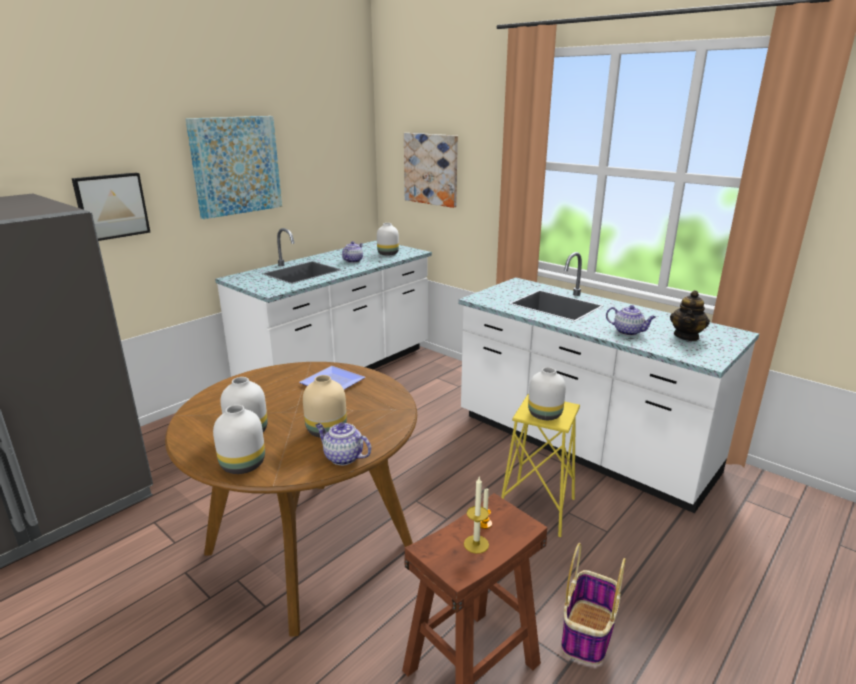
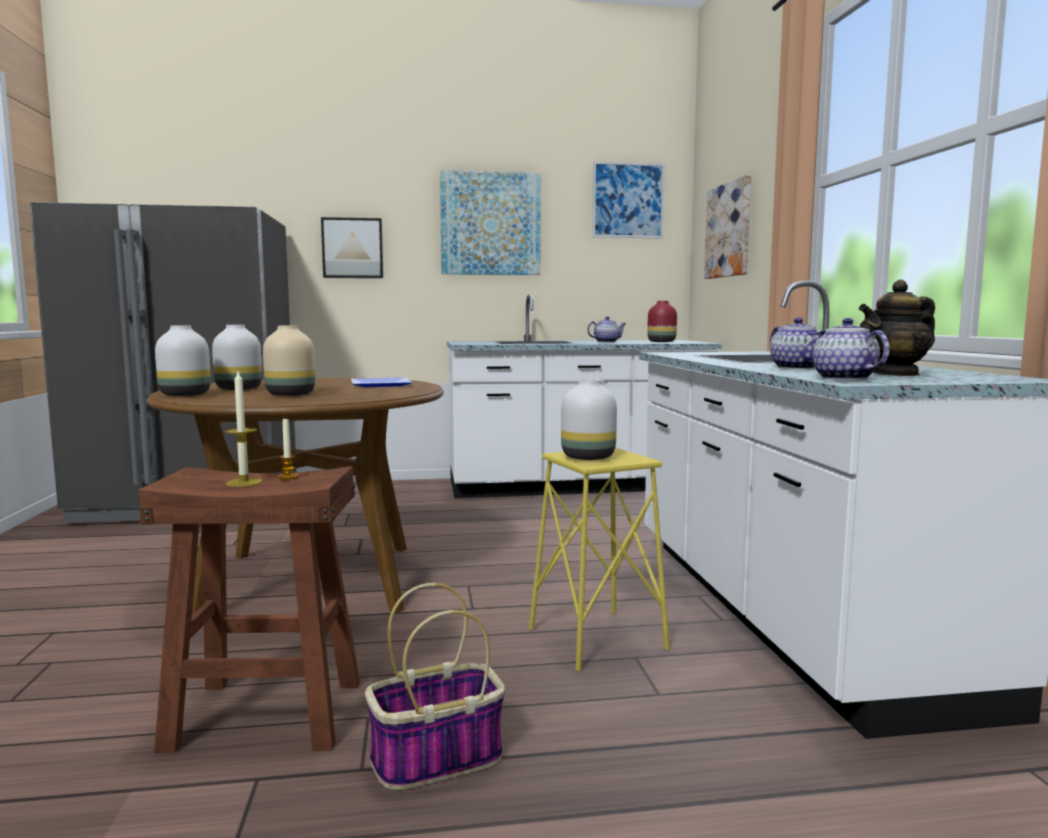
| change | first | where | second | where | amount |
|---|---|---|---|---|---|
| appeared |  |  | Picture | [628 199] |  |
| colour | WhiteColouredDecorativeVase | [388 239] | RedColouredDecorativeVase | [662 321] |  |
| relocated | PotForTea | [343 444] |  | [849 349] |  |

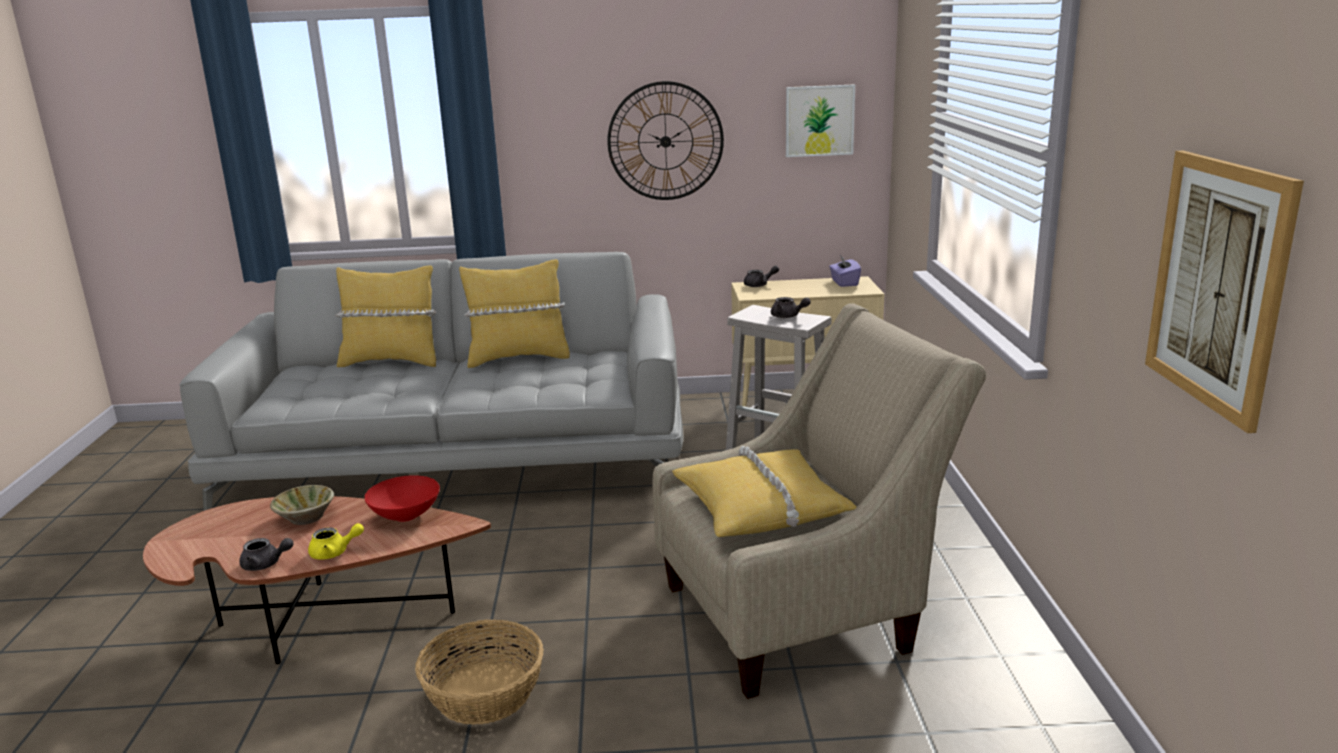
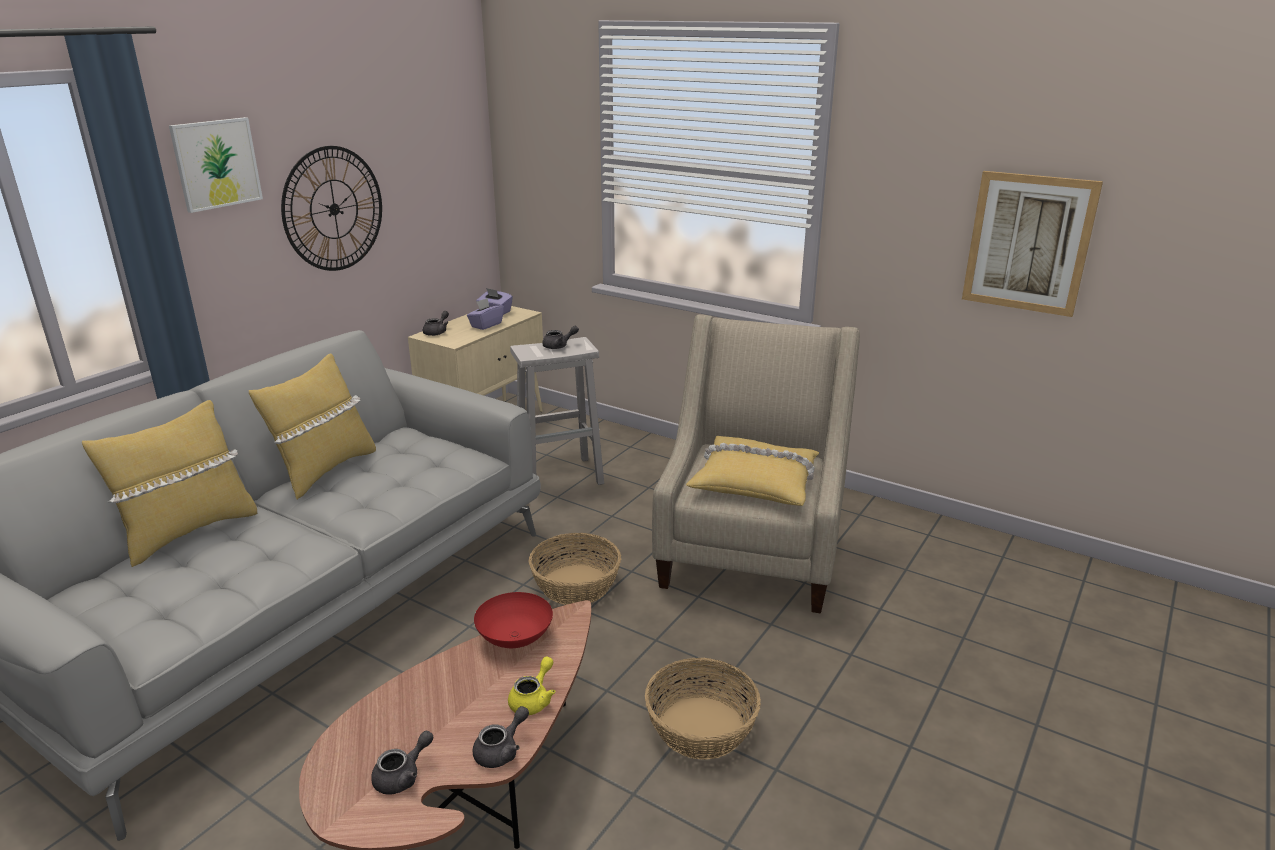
| change | first | where | second | where | amount |
|---|---|---|---|---|---|
| relocated | Picture | [820 121] |  | [216 165] |  |
| appeared |  |  | GreyishPotForTea | [402 763] |  |
| appeared |  |  | PurpleBoxOfTissues | [485 314] |  |
| appeared |  |  | HouseholdBasket | [574 569] |  |
| missing | BeigeServingBowl | [302 505] |  |  |  |

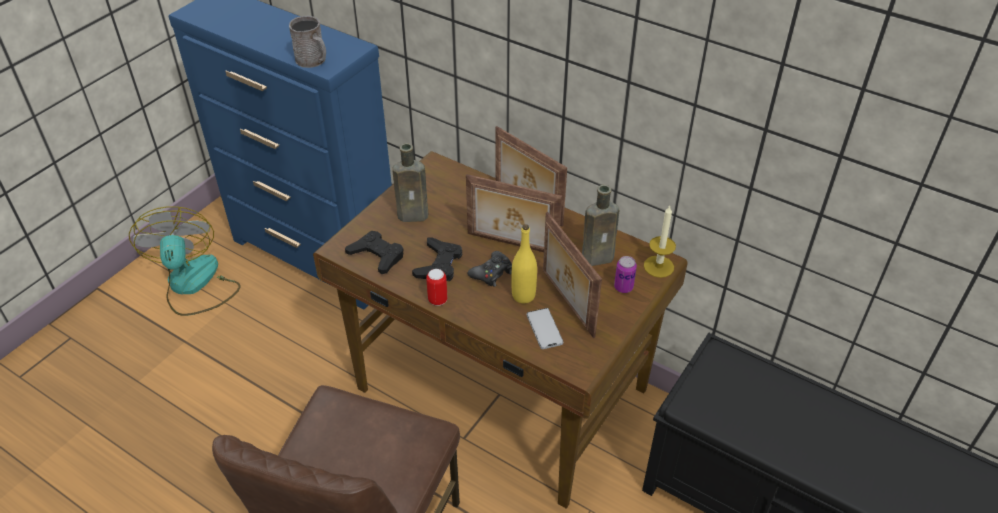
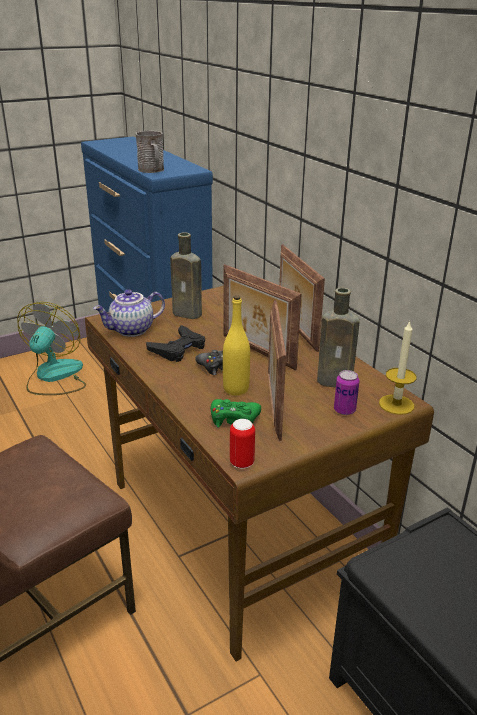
| change | first | where | second | where | amount |
|---|---|---|---|---|---|
| exchanged | BlackJoypad | [374 252] | PotForTea | [129 313] |  |
| exchanged | Telephone | [545 328] | GreenColouredJoypad | [236 413] |  |
| relocated | Can | [437 287] |  | [242 444] |  |

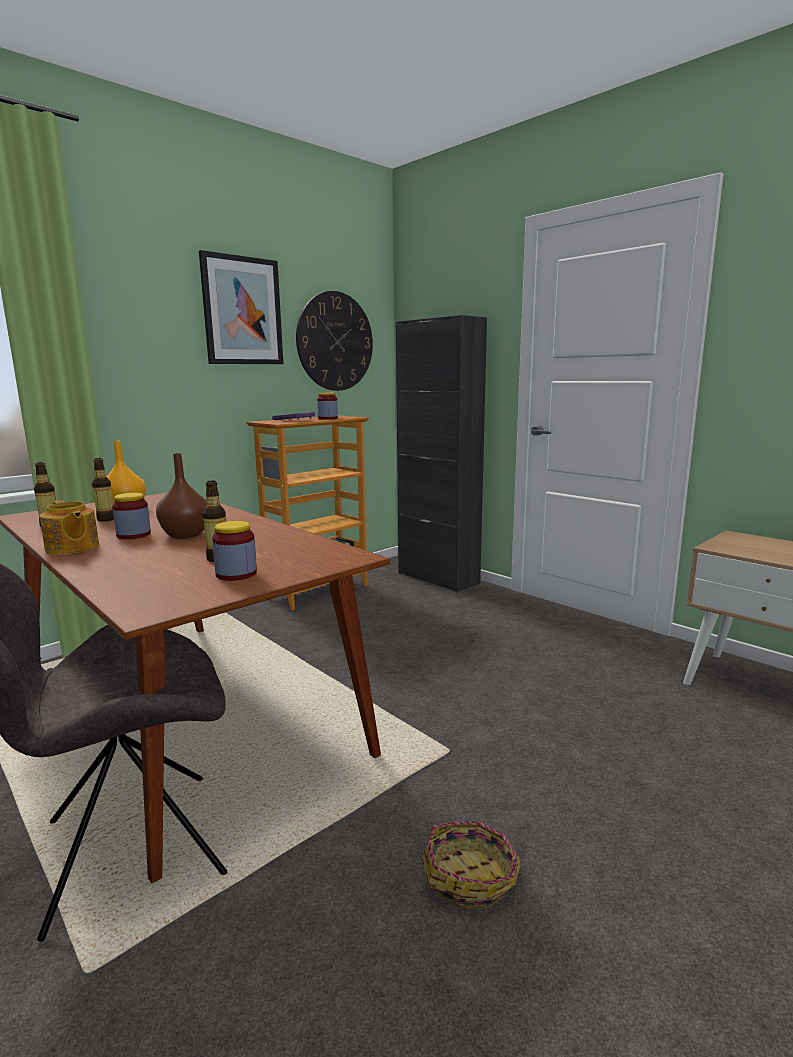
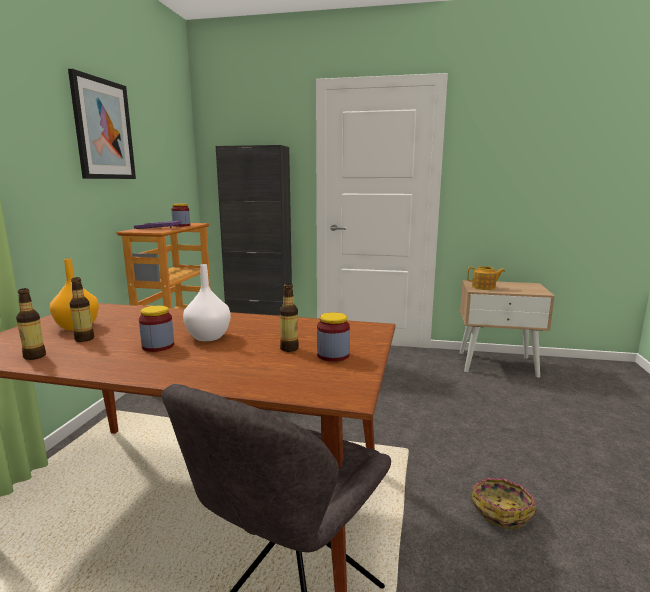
| change | first | where | second | where | amount |
|---|---|---|---|---|---|
| colour | BrownishDecorativeVase | [181 496] | WhiteColouredDecorativeVase | [207 302] |  |
| relocated | PotForTea | [69 527] |  | [486 278] |  |
| missing | HangingClock | [334 341] |  |  |  |

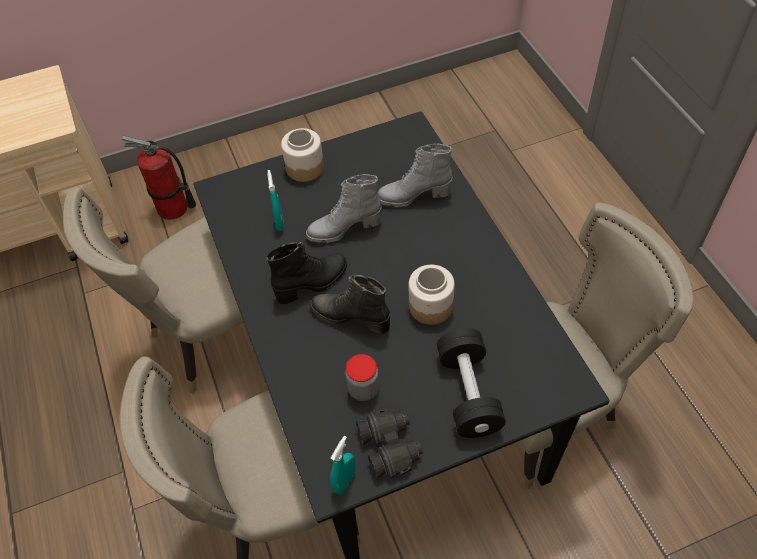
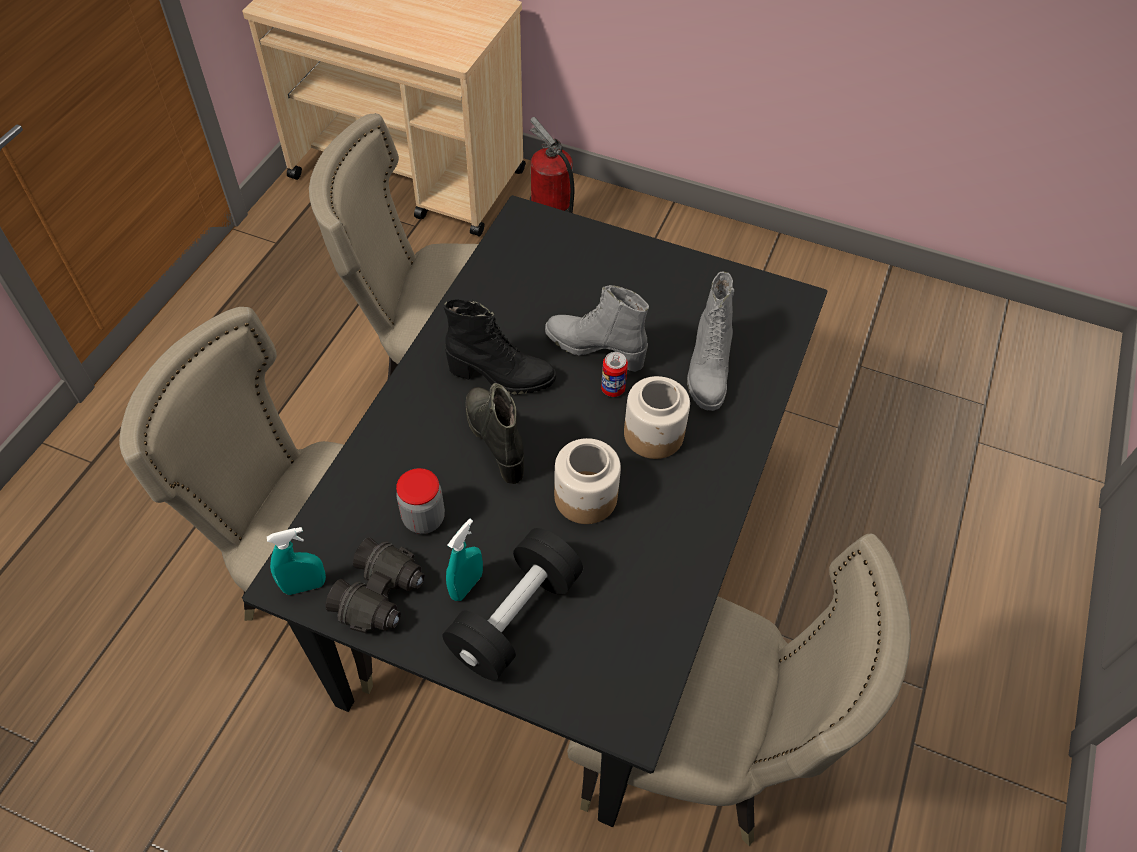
| change | first | where | second | where | amount |
|---|---|---|---|---|---|
| relocated | BlueGreenHandSprayer | [275 200] |  | [464 560] |  |
| appeared |  |  | Can | [614 374] |  |
| relocated | Jar | [302 155] |  | [657 417] |  |
| spun | GreyishBoot | [414 175] |  | [710 341] | 120 degrees counterclockwise |

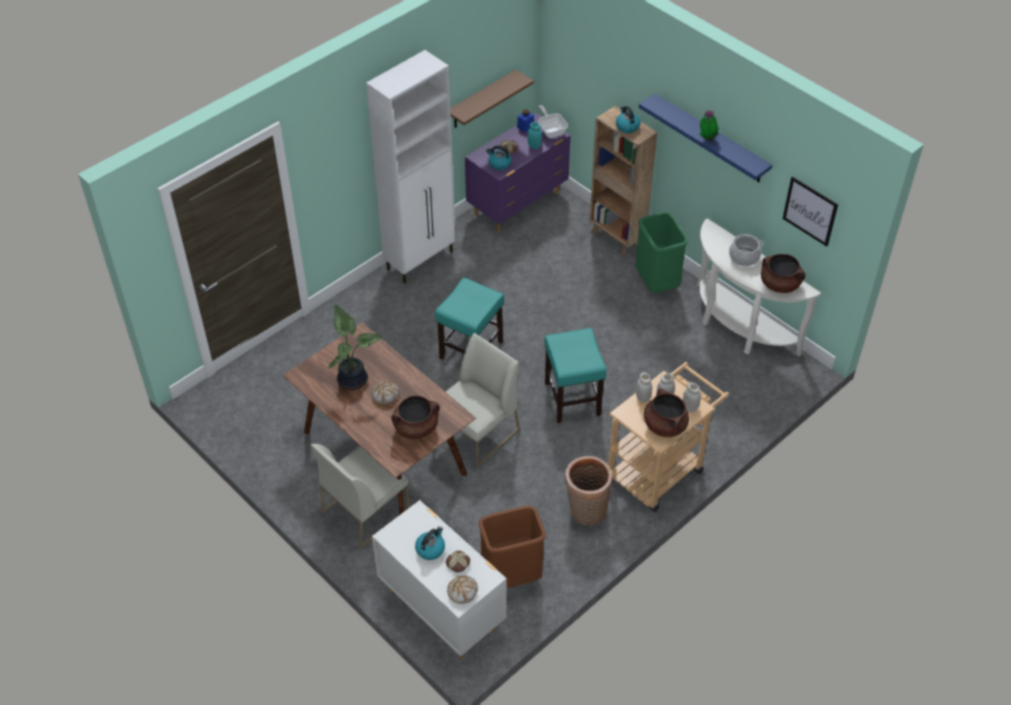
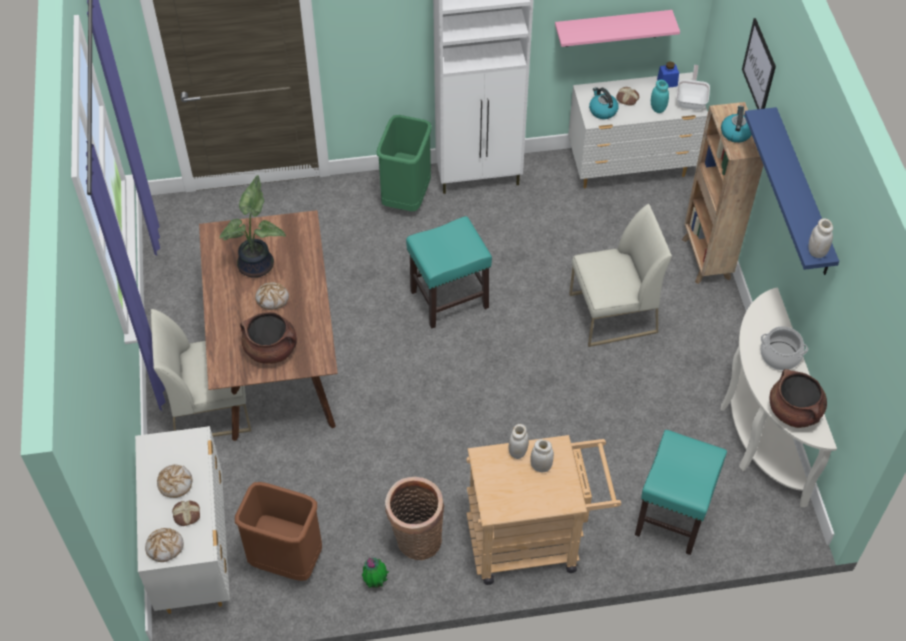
| change | first | where | second | where | amount |
|---|---|---|---|---|---|
| exchanged | TeaKettle | [430 543] | Bread | [174 481] |  |
| relocated | PottedPlant | [709 125] |  | [375 573] |  |
| relocated | GreenColouredTrashCan | [662 252] |  | [404 163] |  |
| colour | BrownishBracketShelf | [492 99] | PinkBracketShelf | [617 28] |  |
| colour | PurpleDresser | [518 173] | WhiteColouredDresser | [638 130] |  |
| relocated | WhiteColouredPlainChair | [482 400] |  | [620 275] |  |
| relocated | BlueGreenStool | [575 375] |  | [681 492] |  |
| relocated | Picture | [810 211] |  | [759 63] |  |
| relocated | WhiteColouredJar | [692 397] |  | [821 238] |  |
| missing | BrownishStockpot | [666 412] |  |  |  |

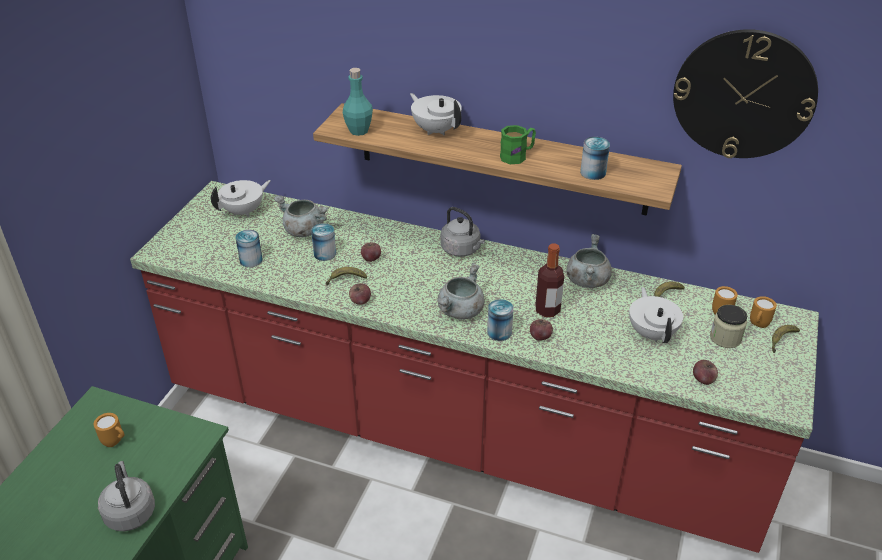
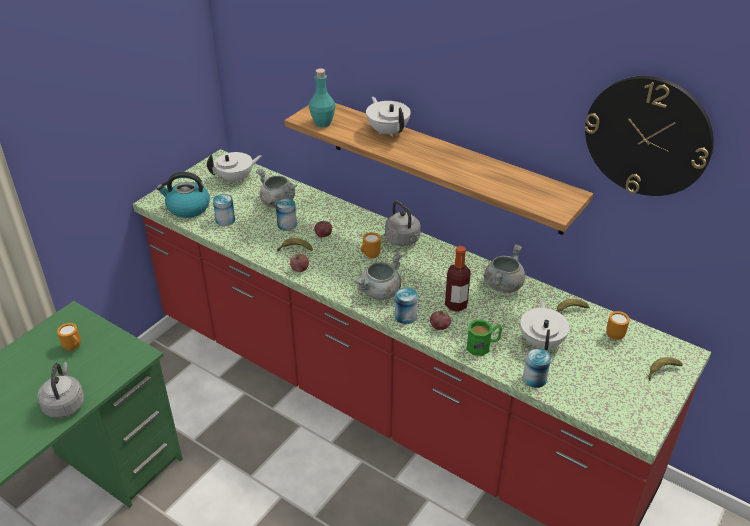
| change | first | where | second | where | amount |
|---|---|---|---|---|---|
| appeared |  |  | TeaKettle | [183 195] |  |
| relocated | OrangeColouredTeaMug | [763 312] |  | [370 245] |  |
| relocated | GreenColouredTeaMug | [518 144] |  | [484 338] |  |
| relocated | Can | [595 158] |  | [537 368] |  |
| missing | AppleFruit | [705 372] |  |  |  |
| missing | Jar | [728 326] |  |  |  |

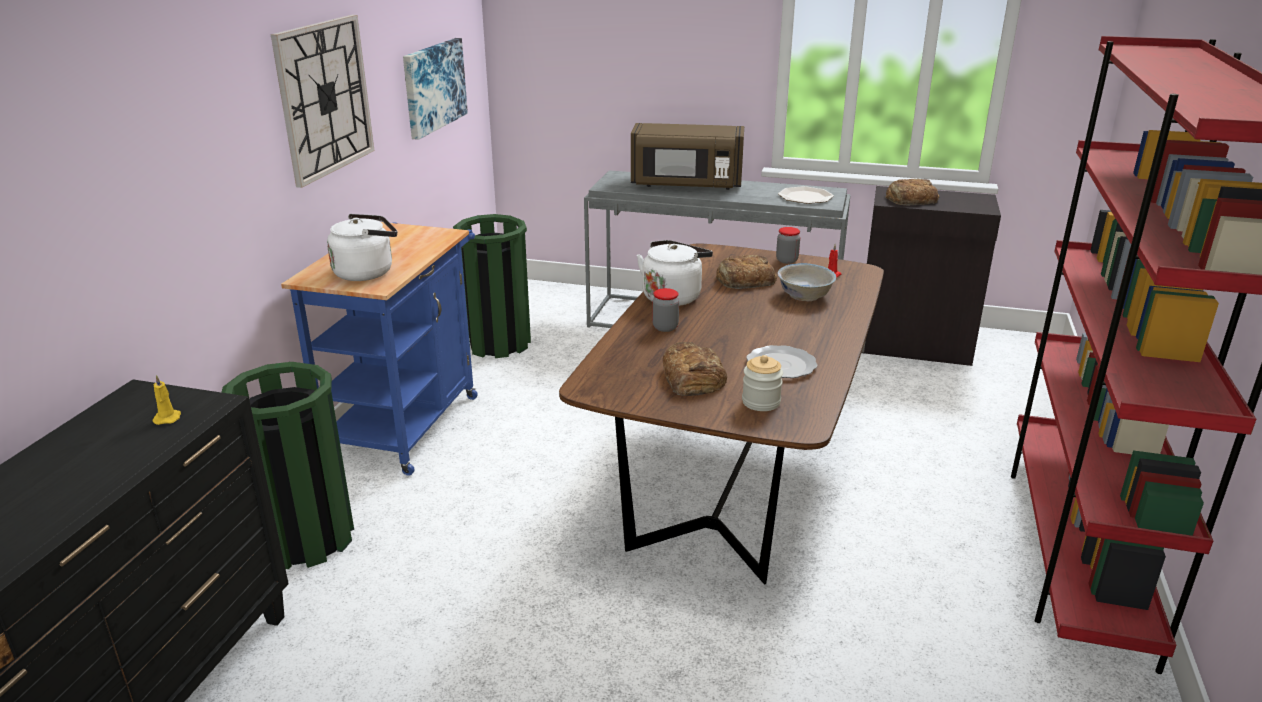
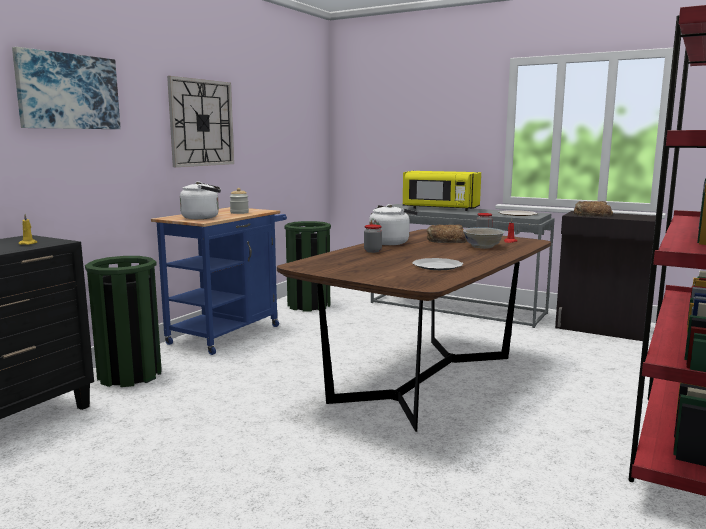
| change | first | where | second | where | amount |
|---|---|---|---|---|---|
| relocated | Picture | [435 89] |  | [66 88] |  |
| relocated | Jar | [762 383] |  | [239 201] |  |
| colour | BrownishKitchenMicrowave | [687 156] | YellowKitchenMicrowave | [442 191] |  |
| missing | Bread | [695 369] |  |  |  |

